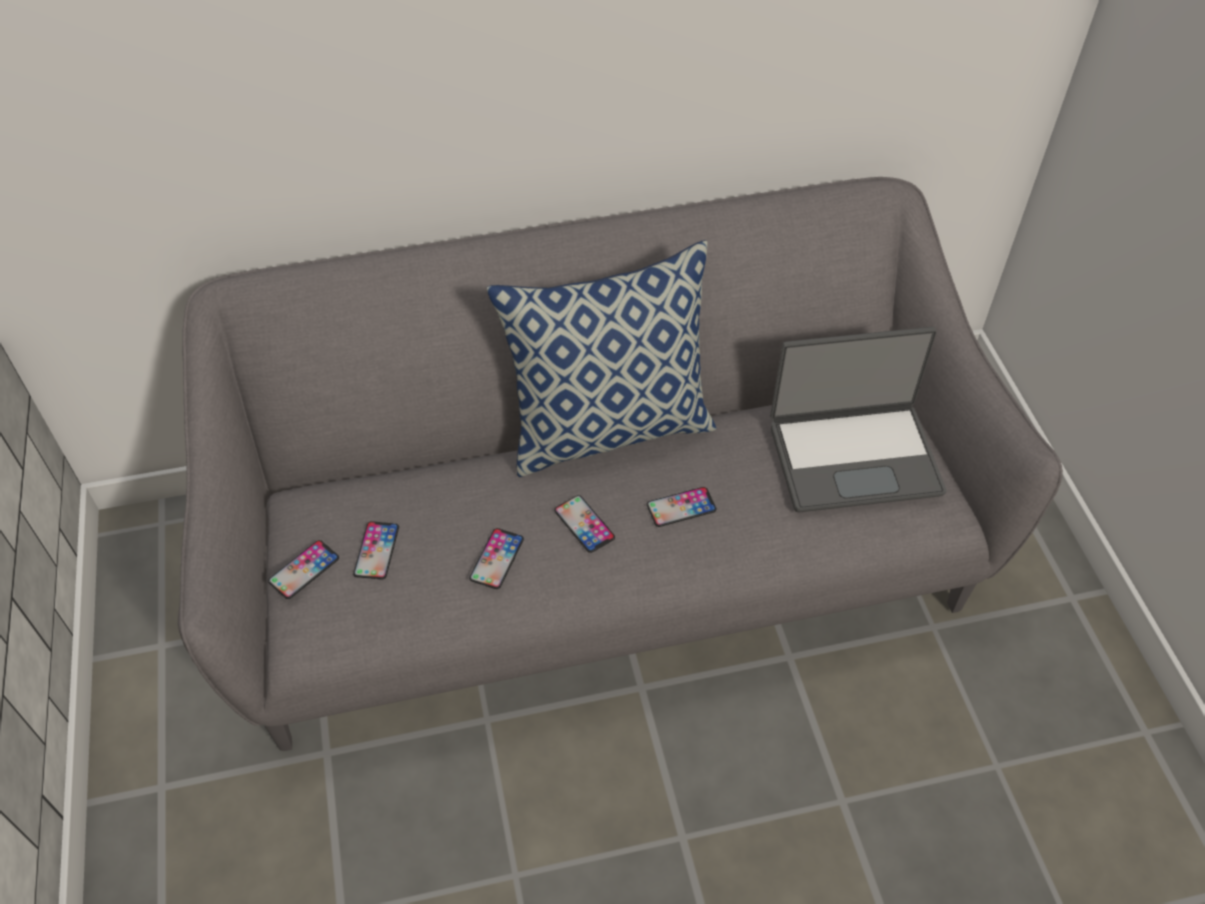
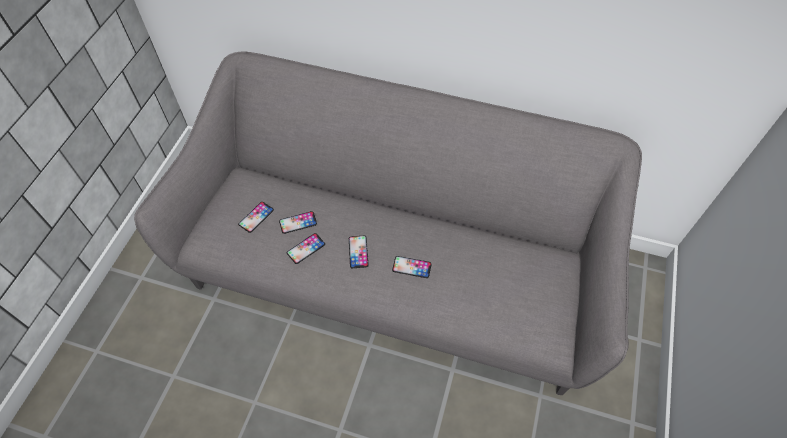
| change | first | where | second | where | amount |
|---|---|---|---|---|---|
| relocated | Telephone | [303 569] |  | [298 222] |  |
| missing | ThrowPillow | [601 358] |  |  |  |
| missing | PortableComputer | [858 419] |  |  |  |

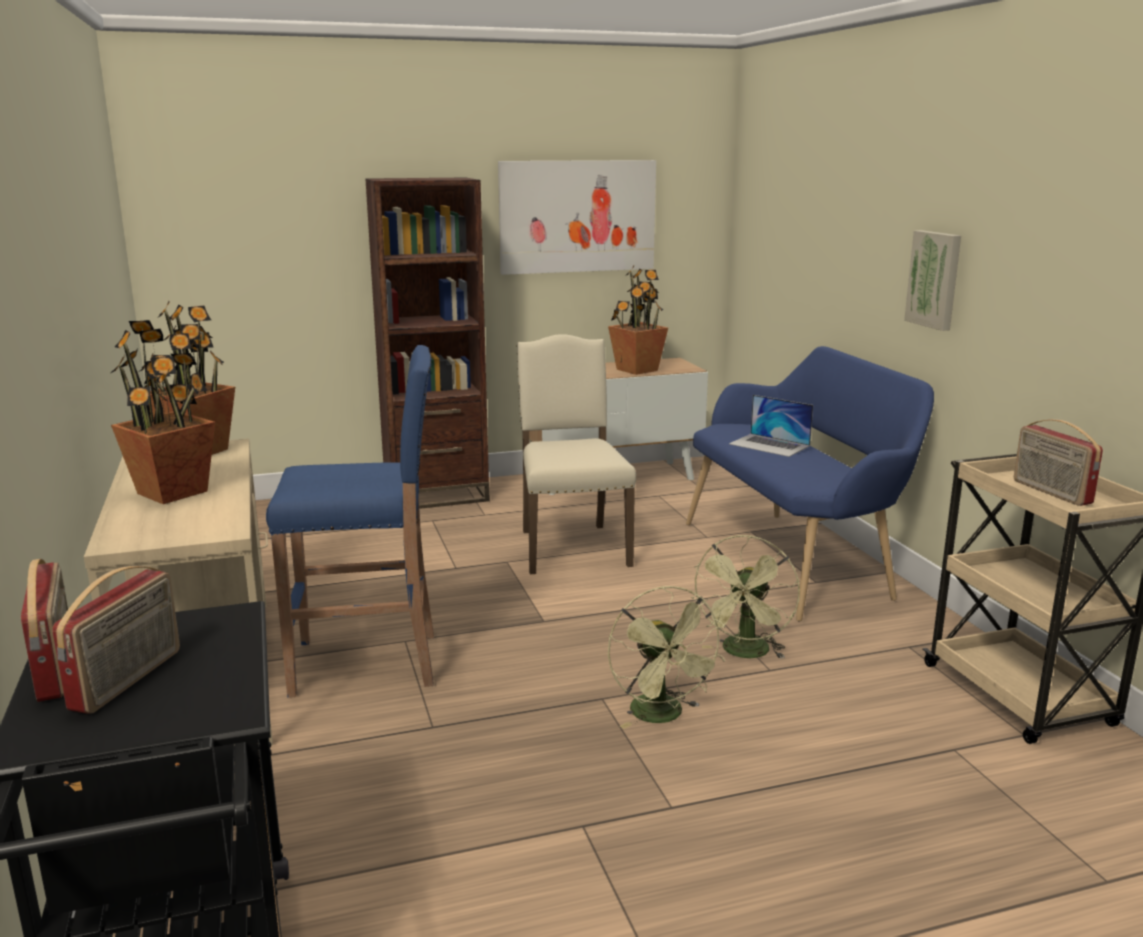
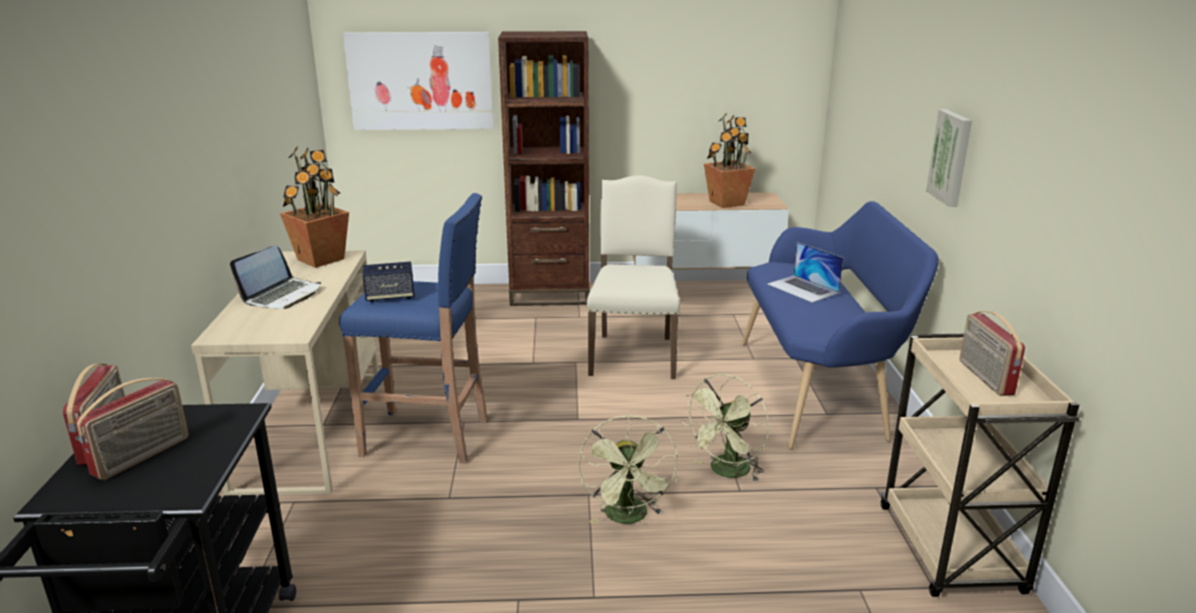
| change | first | where | second | where | amount |
|---|---|---|---|---|---|
| exchanged | PottedPlant | [163 412] | PortableComputer | [275 277] |  |
| relocated | Picture | [577 217] |  | [418 81] |  |
| appeared |  |  | Loudspeaker | [388 282] |  |

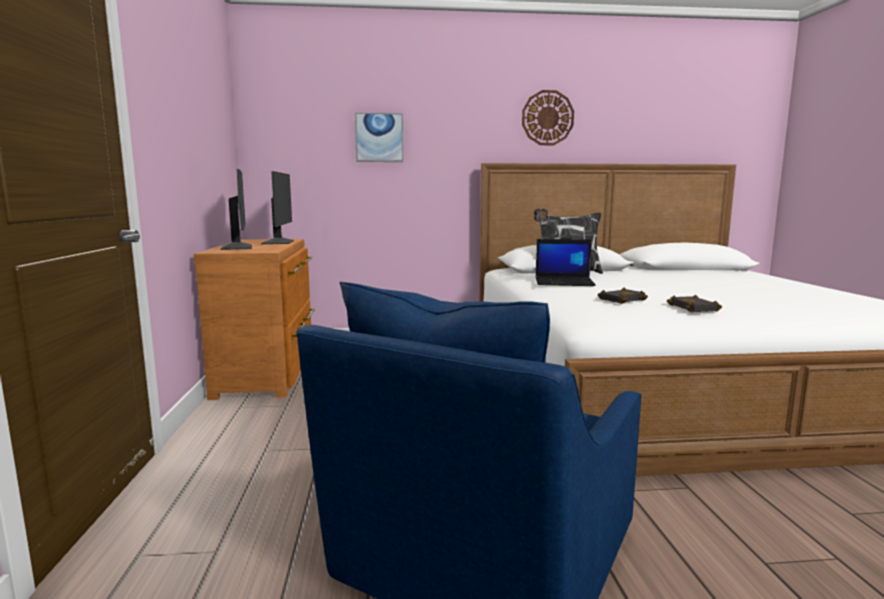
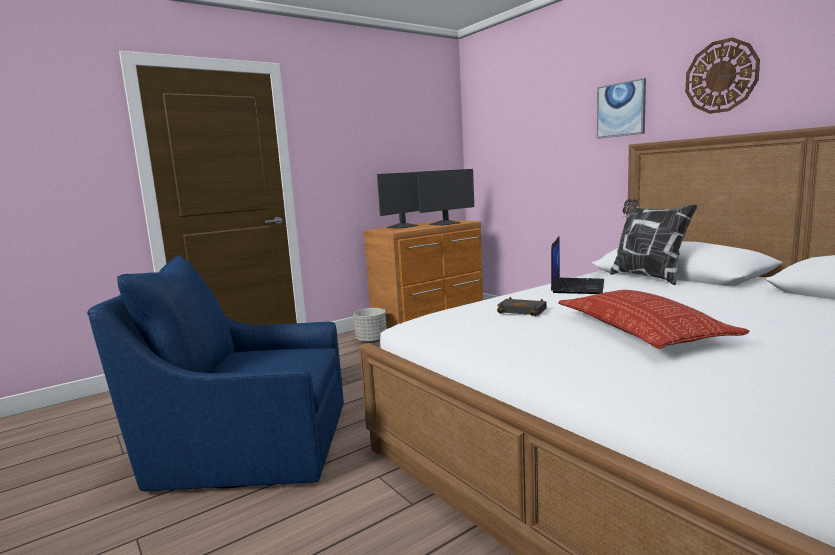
| change | first | where | second | where | amount |
|---|---|---|---|---|---|
| appeared |  |  | GreyishPlantPot | [370 325] |  |
| spun | PortableComputer | [565 262] |  | [577 265] | 135 degrees counterclockwise |
| appeared |  |  | ThrowPillow | [654 319] |  |
| relocated | Picture | [379 137] |  | [621 108] |  |
| missing | BlackVolume | [694 303] |  |  |  |

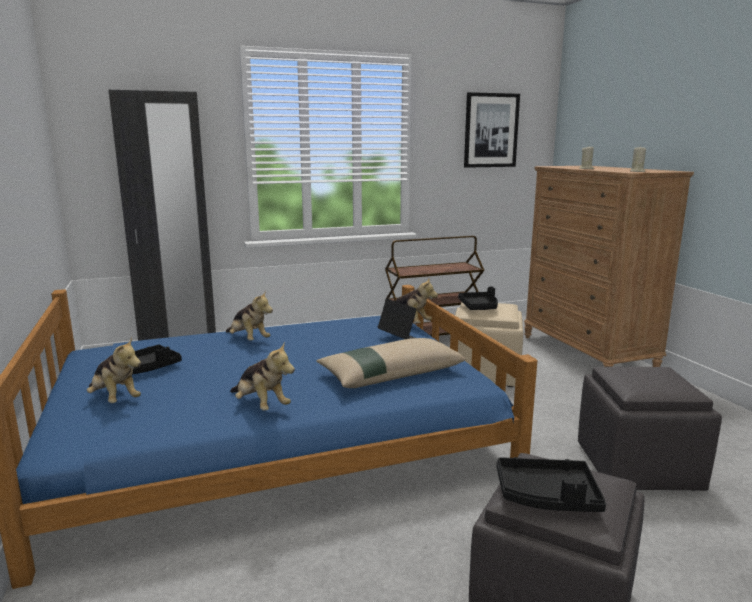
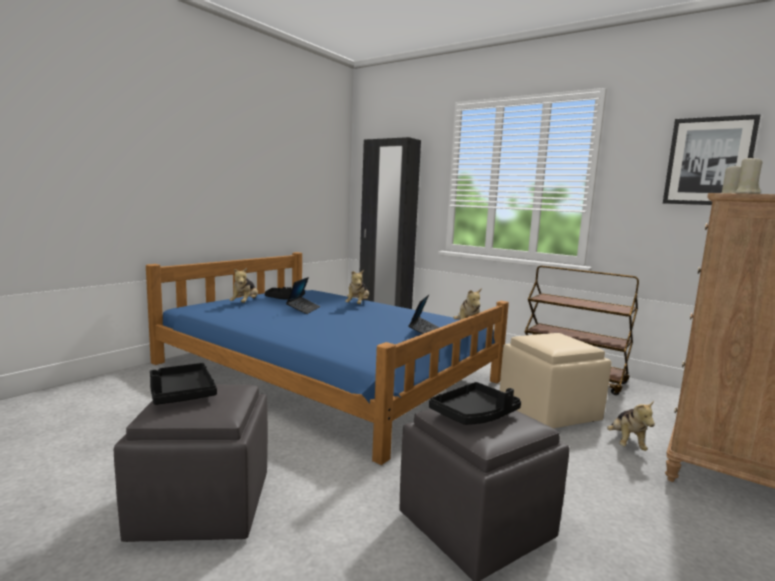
| change | first | where | second | where | amount |
|---|---|---|---|---|---|
| appeared |  |  | PortableComputer | [303 295] |  |
| relocated | BlackTray | [478 298] |  | [475 403] |  |
| relocated | CuddlyToy | [262 376] |  | [631 426] |  |
| missing | BeigeThrowPillow | [391 363] |  |  |  |

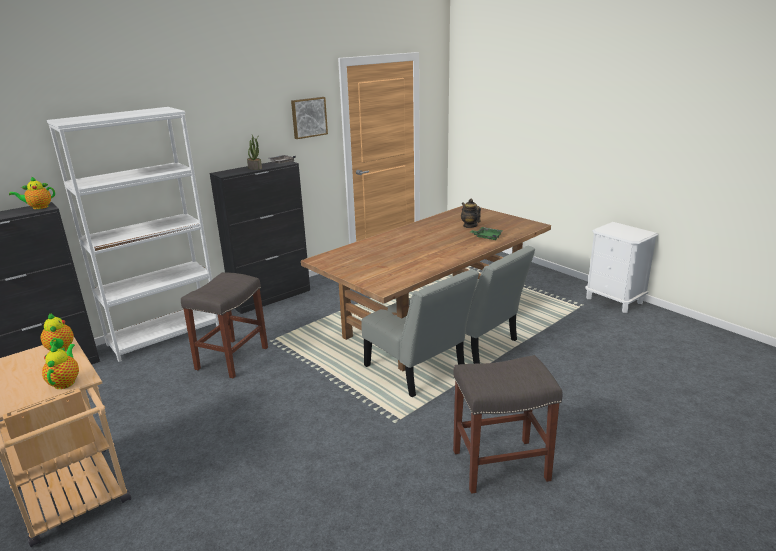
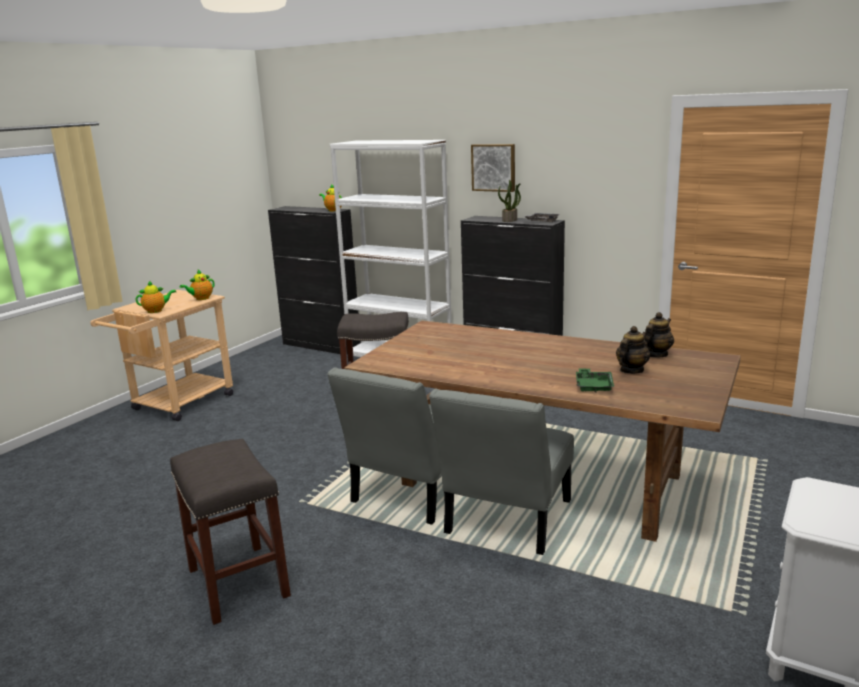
| change | first | where | second | where | amount |
|---|---|---|---|---|---|
| relocated | Picture | [309 118] |  | [493 168] |  |
| appeared |  |  | PotForTea | [659 335] |  |

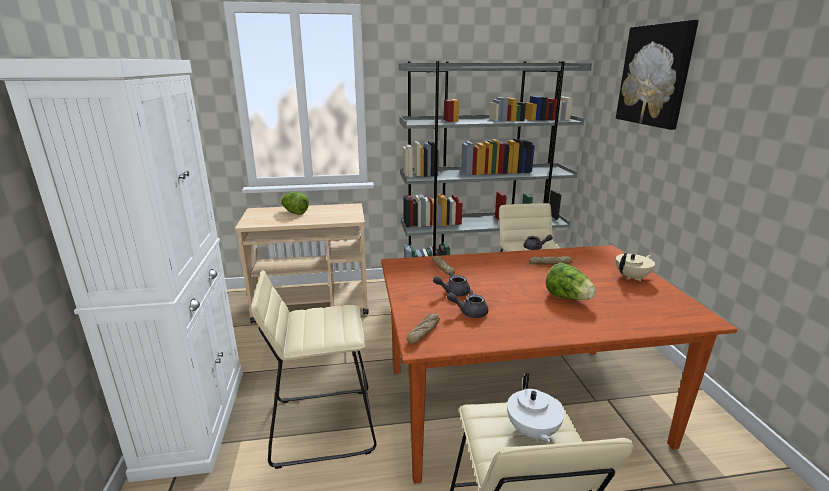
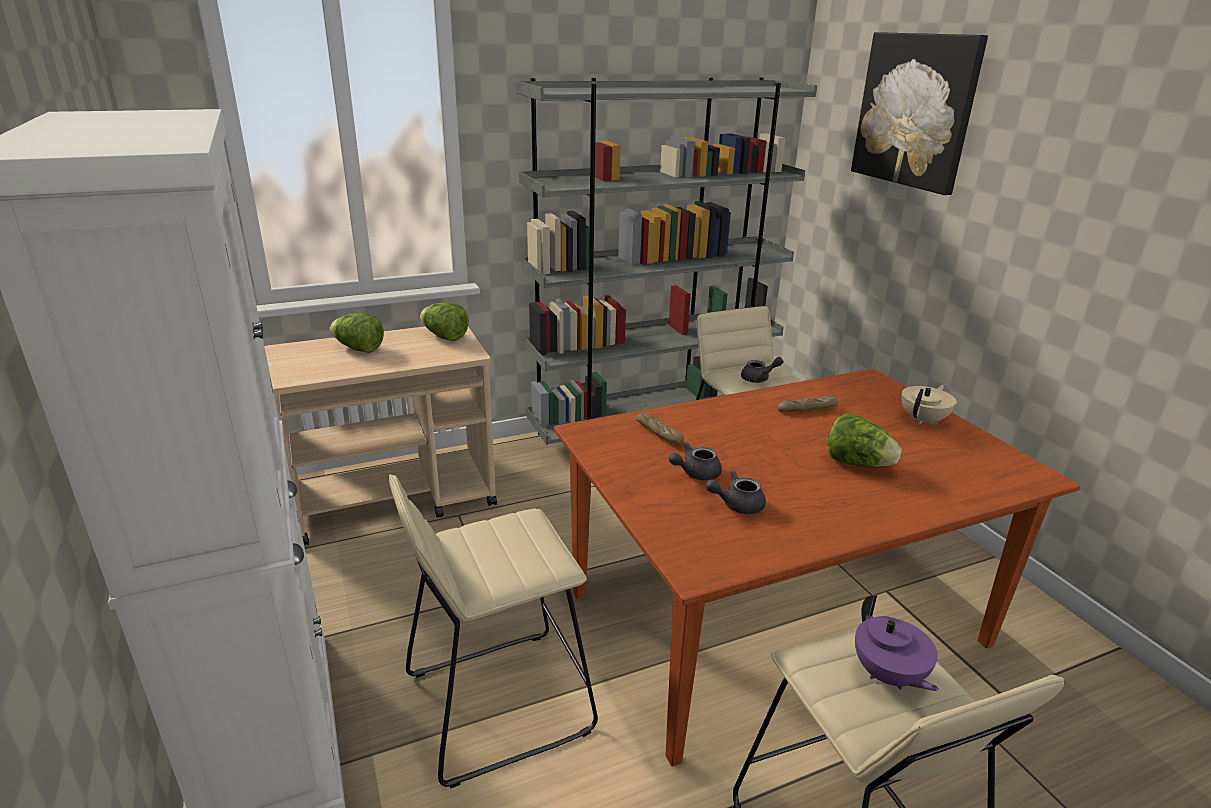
| change | first | where | second | where | amount |
|---|---|---|---|---|---|
| appeared |  |  | Lettuce | [444 322] |  |
| colour | WhiteColouredPotForTea | [535 407] | PurplePotForTea | [897 643] |  |
| missing | Bread | [423 328] |  |  |  |

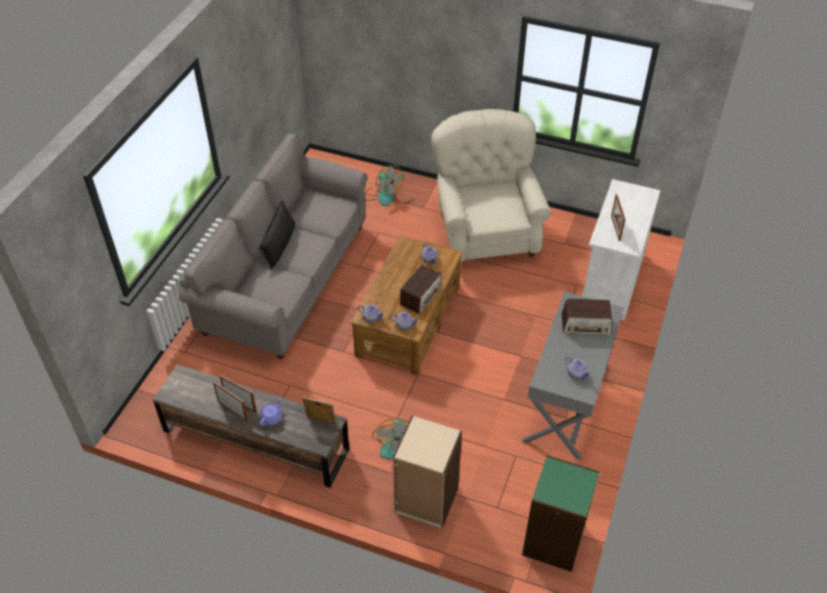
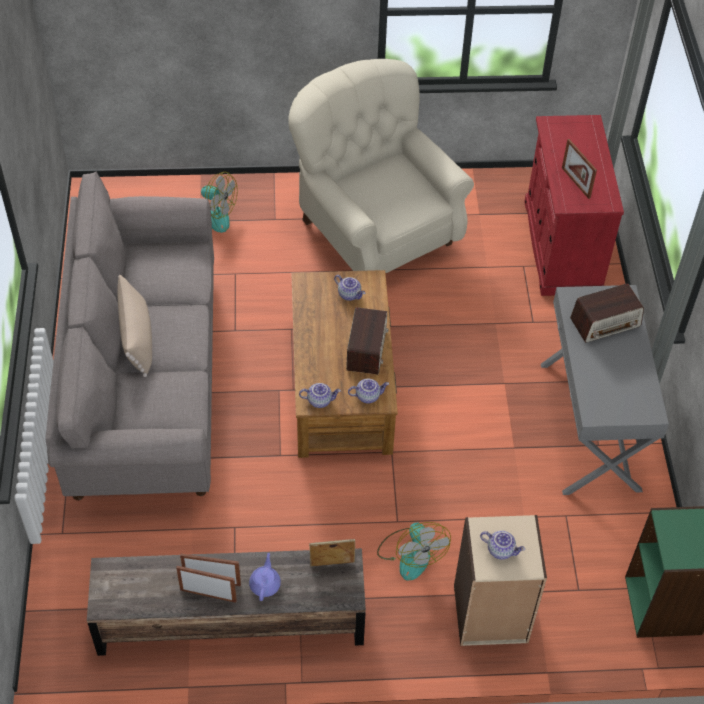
| change | first | where | second | where | amount |
|---|---|---|---|---|---|
| colour | BlackThrowPillow | [276 234] | BeigeThrowPillow | [134 326] |  |
| relocated | PotForTea | [578 367] |  | [502 545] |  |
| colour | WhiteColouredCupboard | [621 249] | RedColouredCupboard | [574 205] |  |

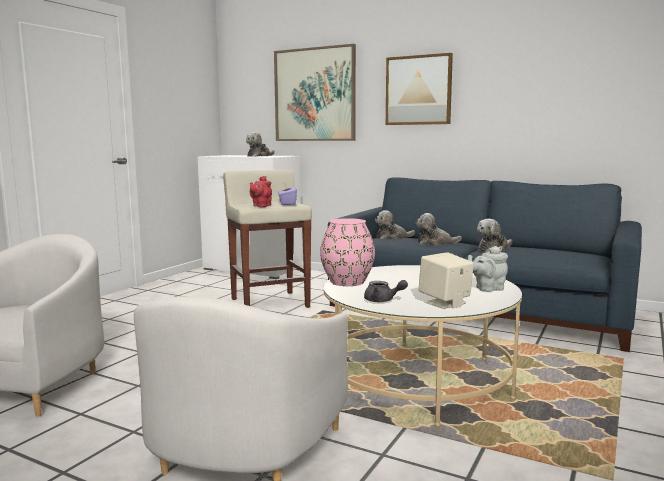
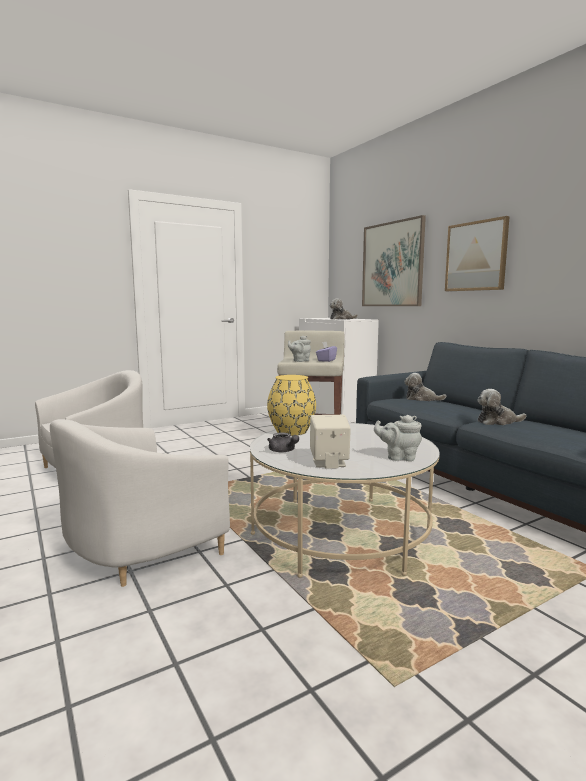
| change | first | where | second | where | amount |
|---|---|---|---|---|---|
| colour | PinkDecorativeVase | [347 252] | YellowDecorativeVase | [291 405] |  |
| colour | RedColouredPotForTea | [261 191] | GreyishPotForTea | [299 348] |  |
| missing | CuddlyToy | [439 229] |  |  |  |

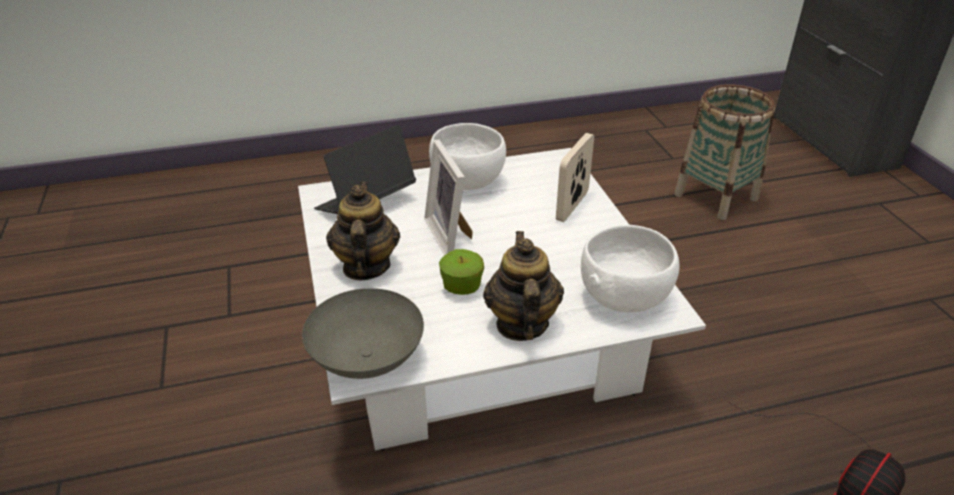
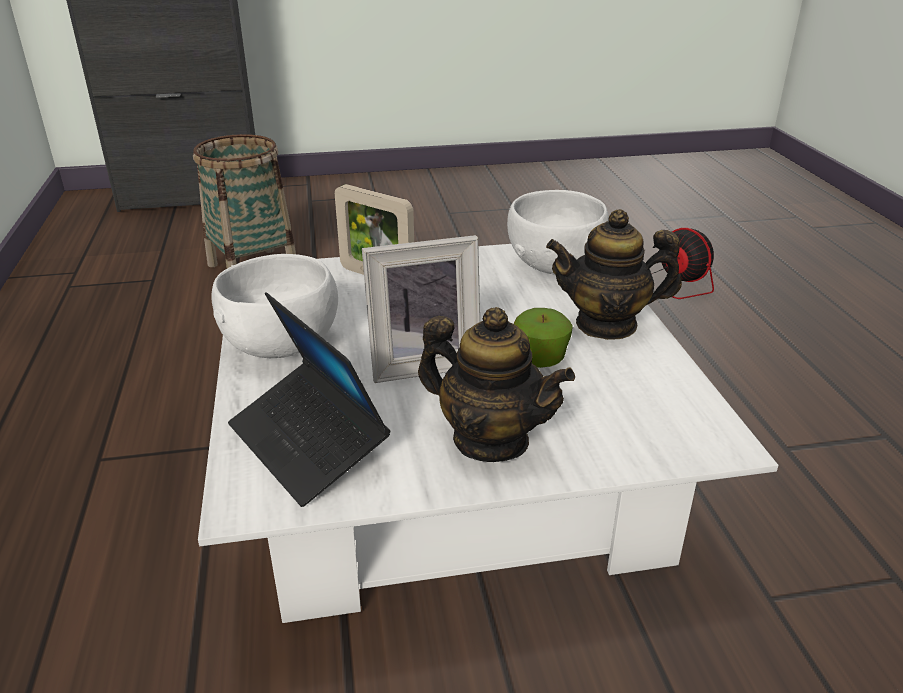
| change | first | where | second | where | amount |
|---|---|---|---|---|---|
| spun | PotForTea | [363 231] |  | [496 384] | 150 degrees counterclockwise |
| missing | GreyishServingBowl | [363 333] |  |  |  |

